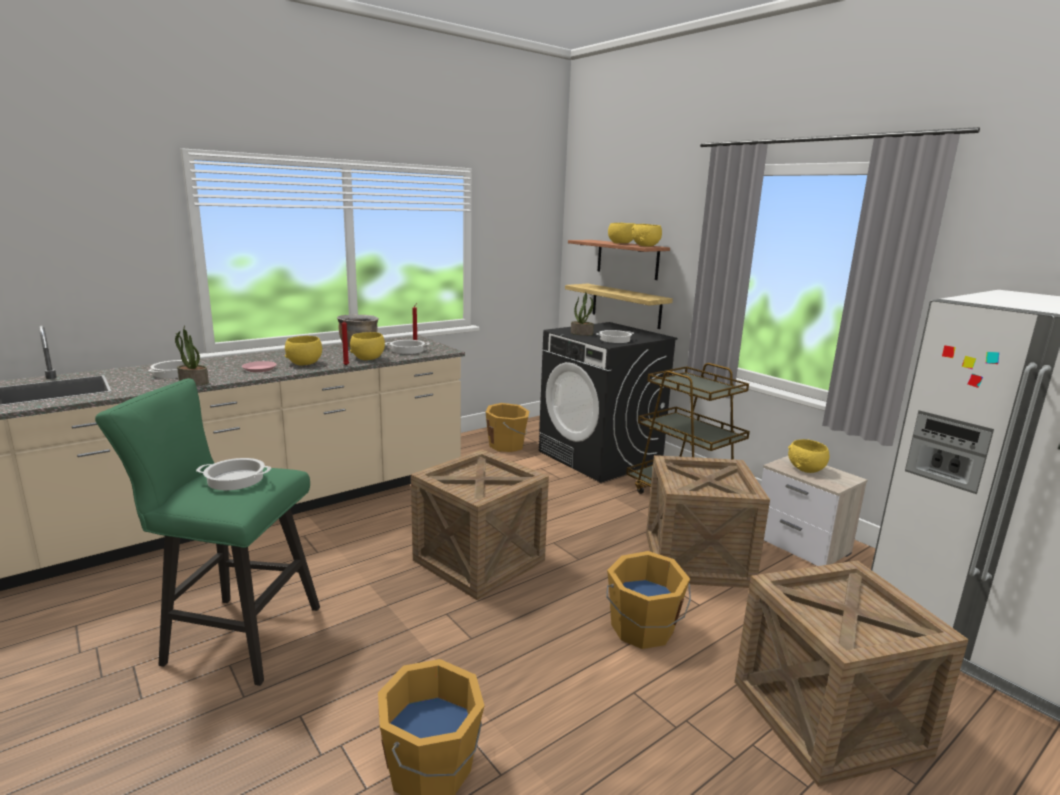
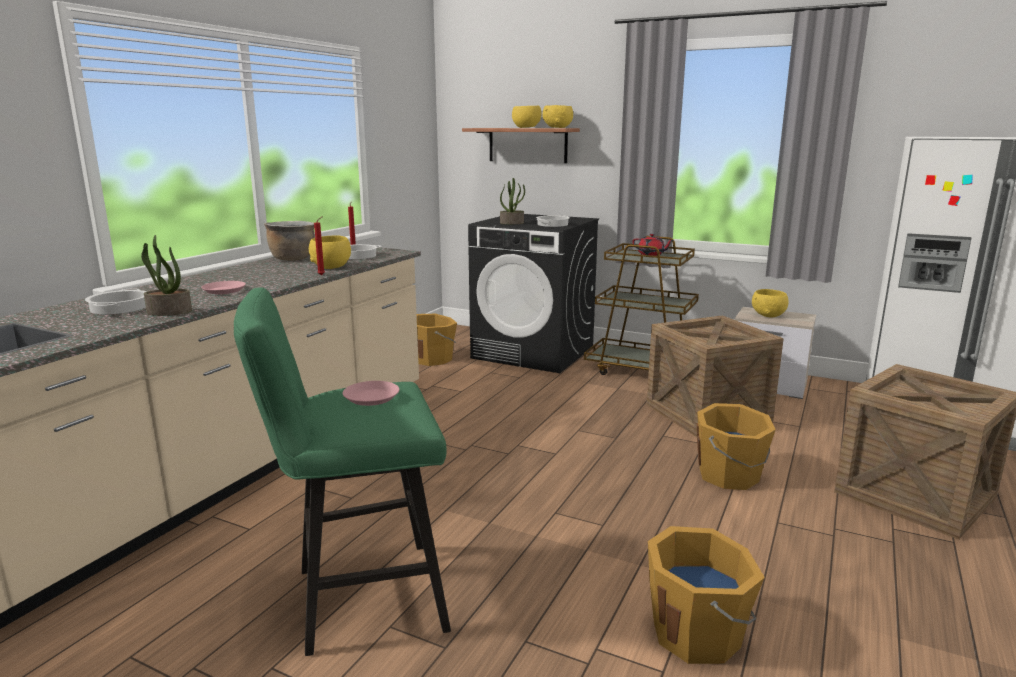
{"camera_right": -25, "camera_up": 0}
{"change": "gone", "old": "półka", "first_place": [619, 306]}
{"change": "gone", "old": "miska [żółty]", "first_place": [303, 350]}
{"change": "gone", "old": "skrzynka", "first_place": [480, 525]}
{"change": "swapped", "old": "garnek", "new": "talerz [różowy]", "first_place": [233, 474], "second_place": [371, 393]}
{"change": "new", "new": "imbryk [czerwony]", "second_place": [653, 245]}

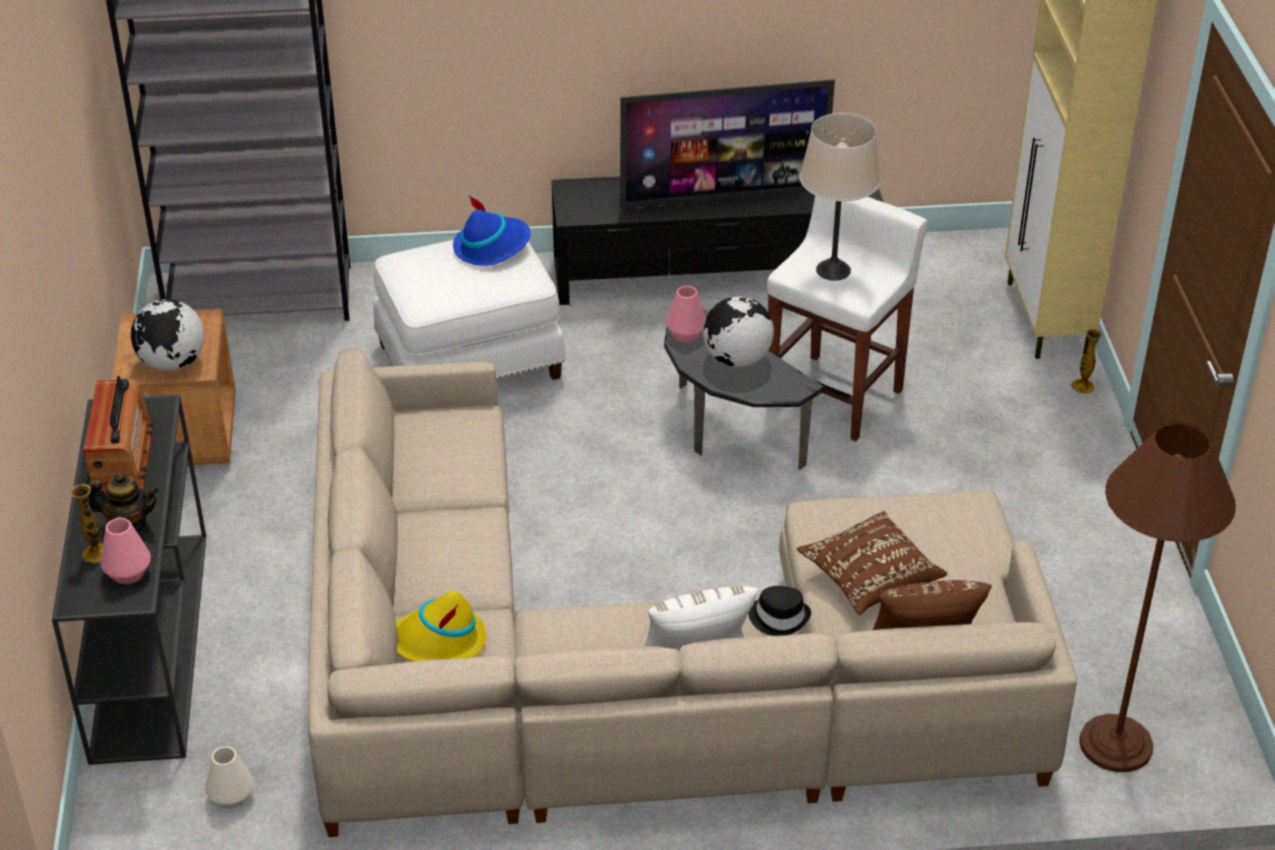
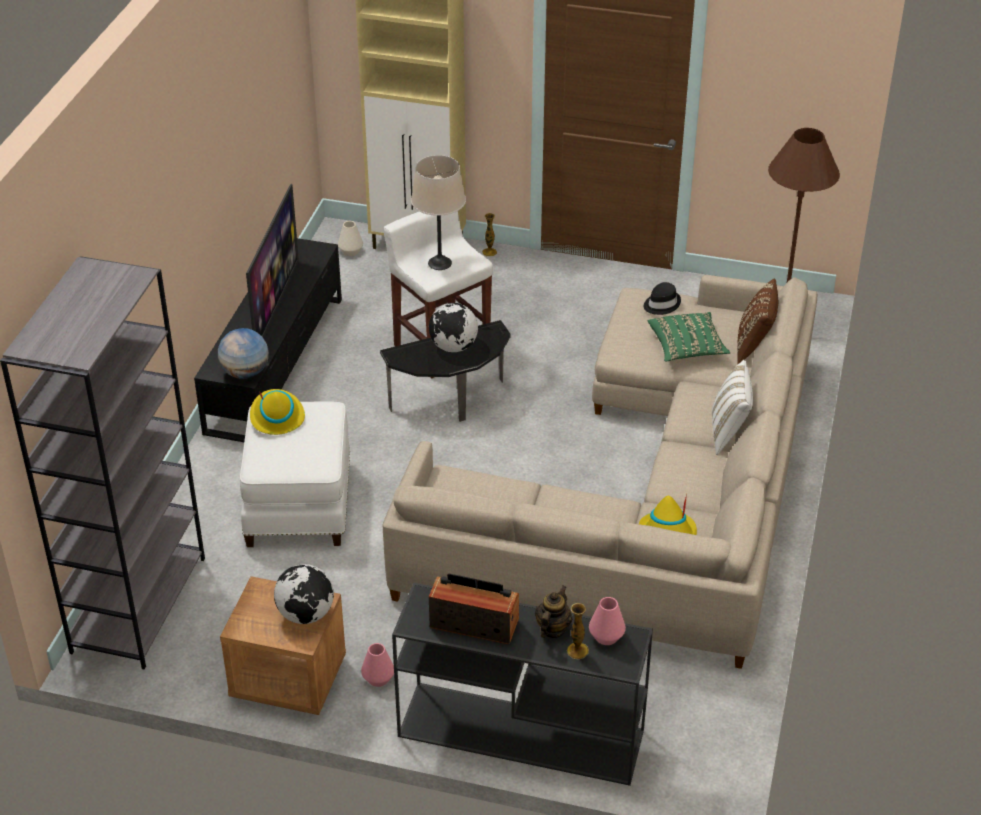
{"camera_right": -70, "camera_up": 0}
{"change": "repainted", "old": "kapelusz [niebieski]", "new": "kapelusz [żółty]", "first_place": [491, 230], "second_place": [277, 412]}
{"change": "shifted", "old": "wazon [różowy]", "first_place": [686, 314], "second_place": [377, 665]}
{"change": "repainted", "old": "poduszka [brązowy]", "new": "poduszka [zielony]", "first_place": [872, 563], "second_place": [689, 337]}
{"change": "shifted", "old": "kapelusz [czarny]", "first_place": [779, 611], "second_place": [662, 298]}
{"change": "shifted", "old": "wazon [biały]", "first_place": [229, 777], "second_place": [350, 238]}
{"change": "new", "new": "globus", "second_place": [243, 353]}

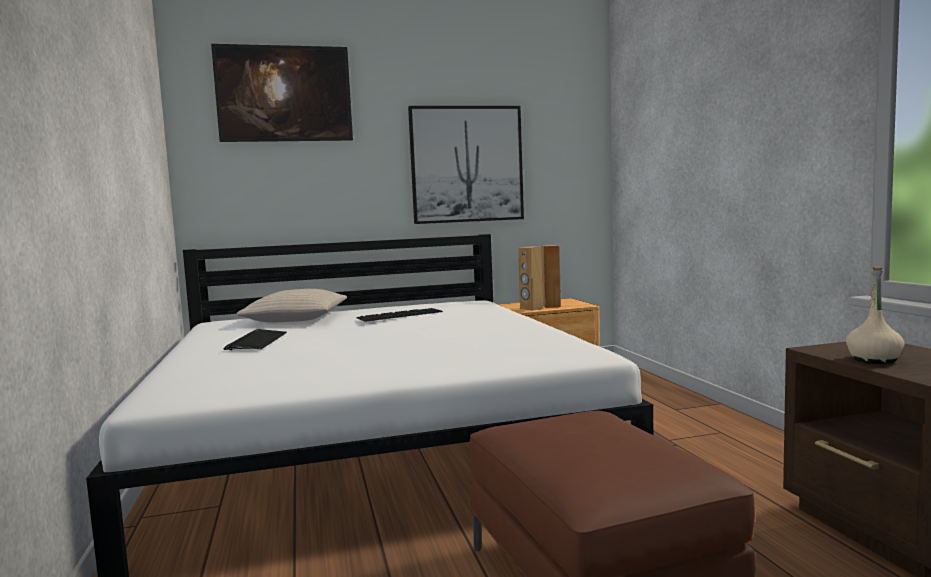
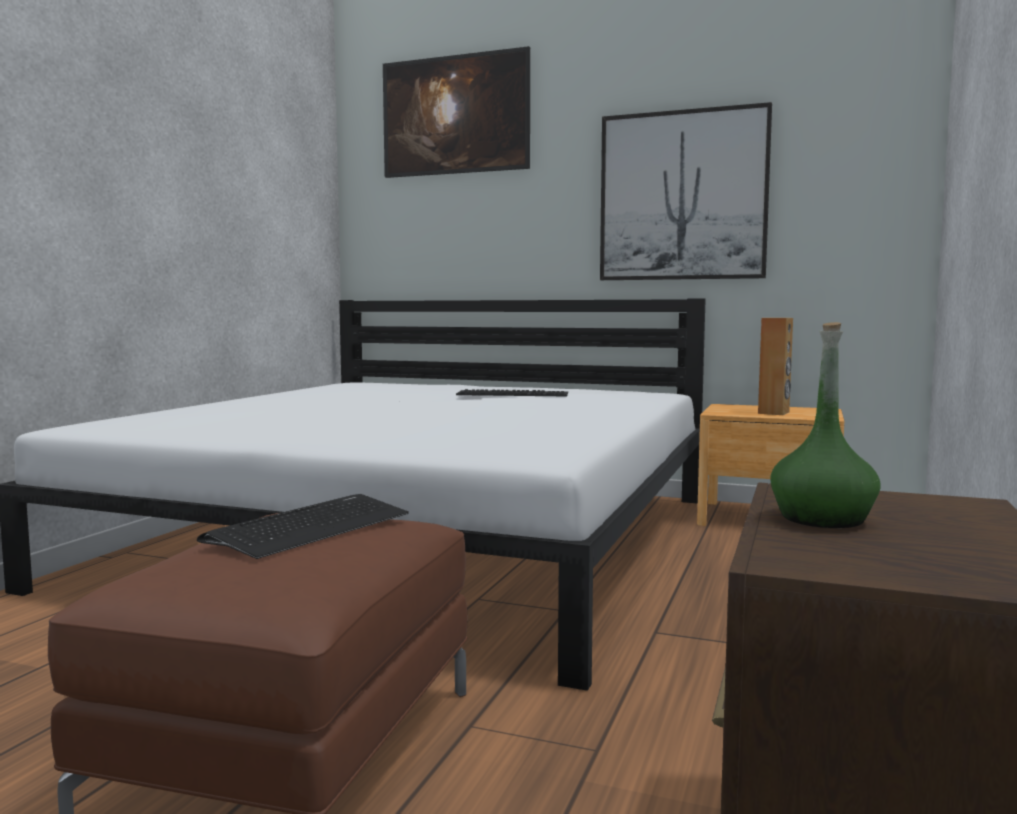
{"camera_right": 35, "camera_up": 0}
{"change": "gone", "old": "głośnik [brązowy]", "first_place": [530, 278]}
{"change": "repainted", "old": "butelka [beżowy]", "new": "butelka [zielony]", "first_place": [875, 315], "second_place": [825, 425]}
{"change": "gone", "old": "poduszka [beżowy]", "first_place": [291, 305]}
{"change": "shifted", "old": "klawiatura", "first_place": [255, 339], "second_place": [303, 526]}

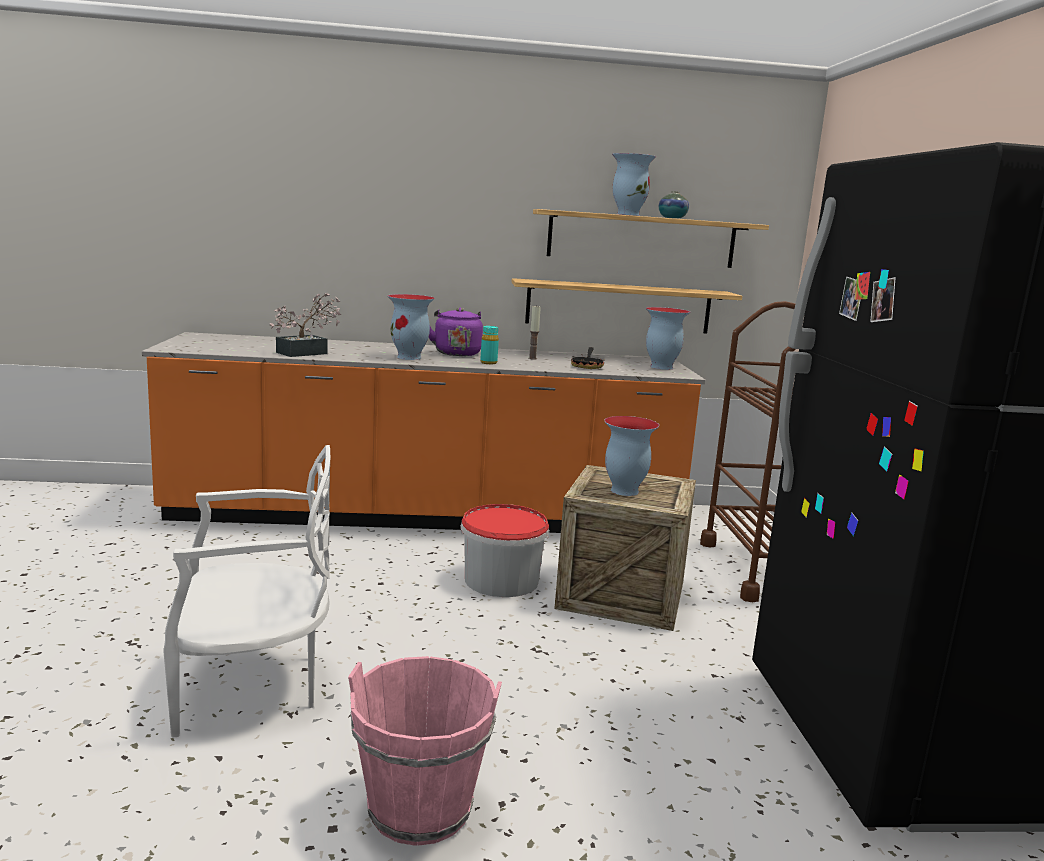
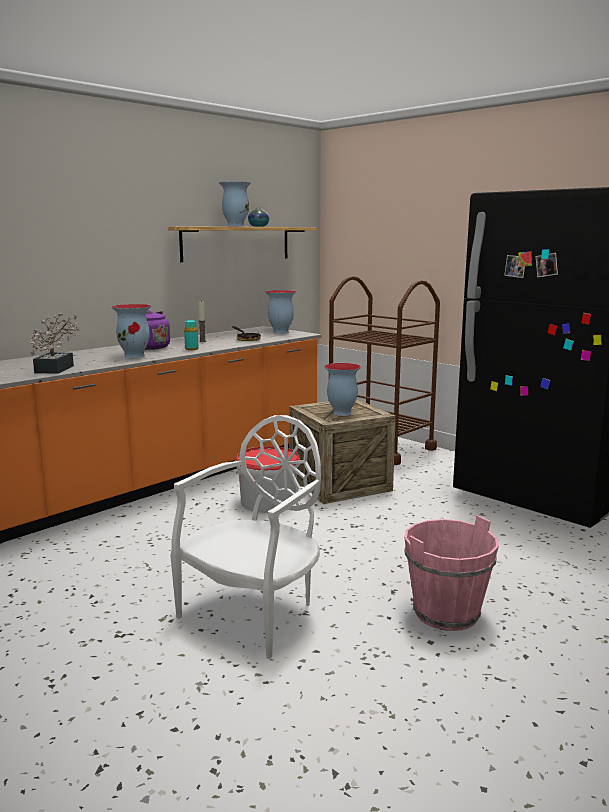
{"camera_right": -40, "camera_up": 0}
{"change": "gone", "old": "półka", "first_place": [626, 305]}

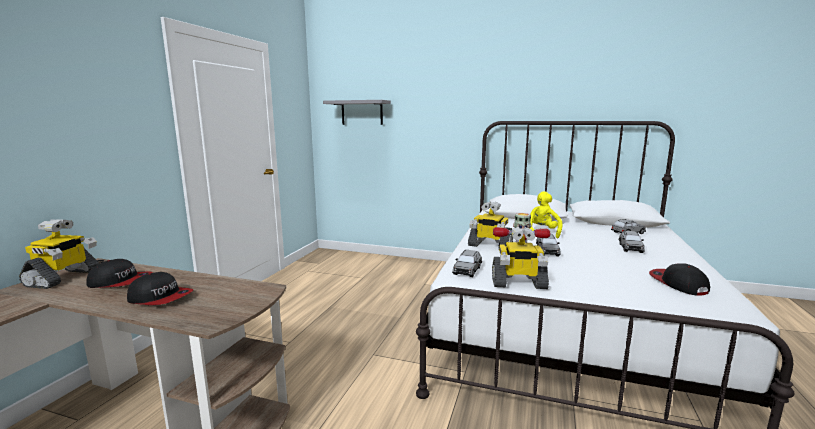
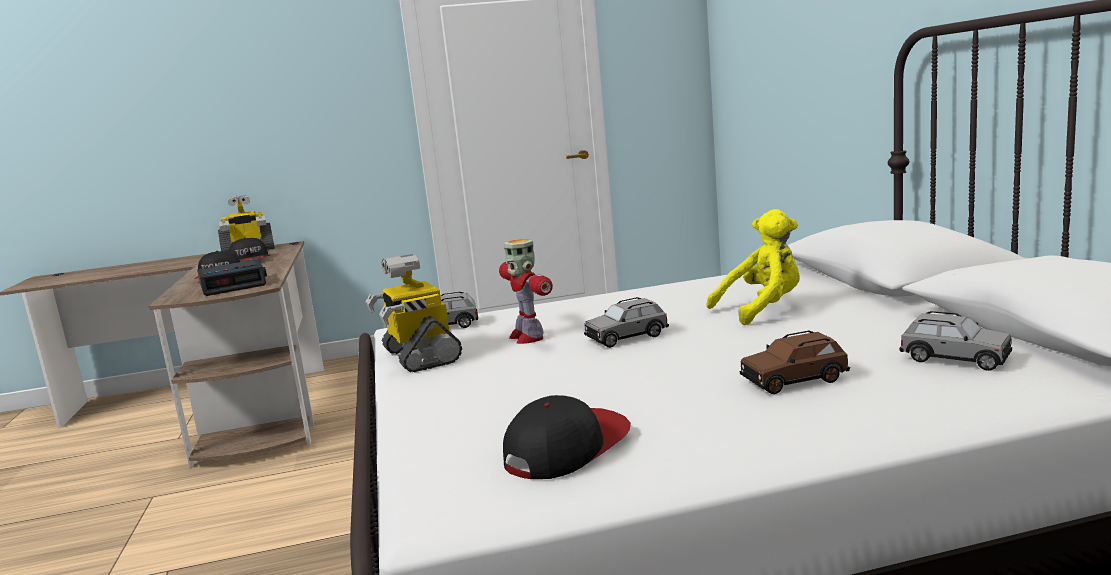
{"camera_right": 60, "camera_up": 0}
{"change": "gone", "old": "półka [szary]", "first_place": [357, 112]}
{"change": "gone", "old": "robot zabawkowy", "first_place": [490, 225]}
{"change": "repainted", "old": "samochodzik [szary]", "new": "samochodzik [brązowy]", "first_place": [632, 242], "second_place": [795, 362]}
{"change": "new", "new": "budzik", "second_place": [232, 277]}

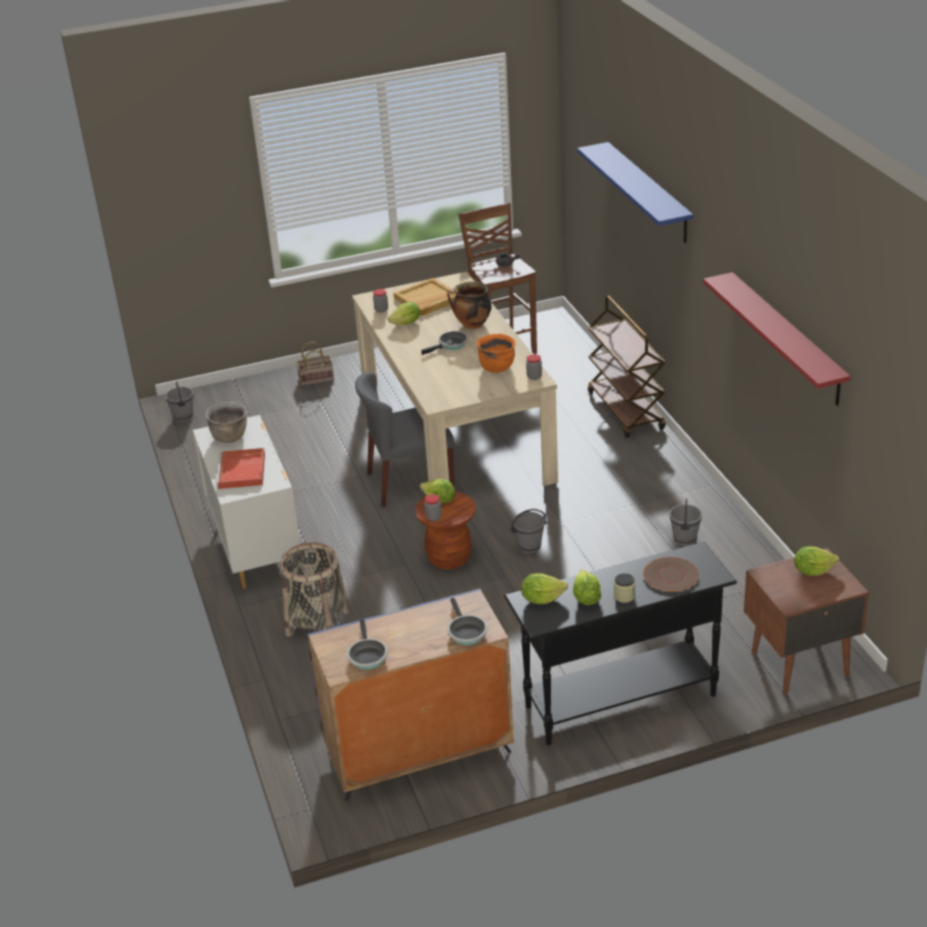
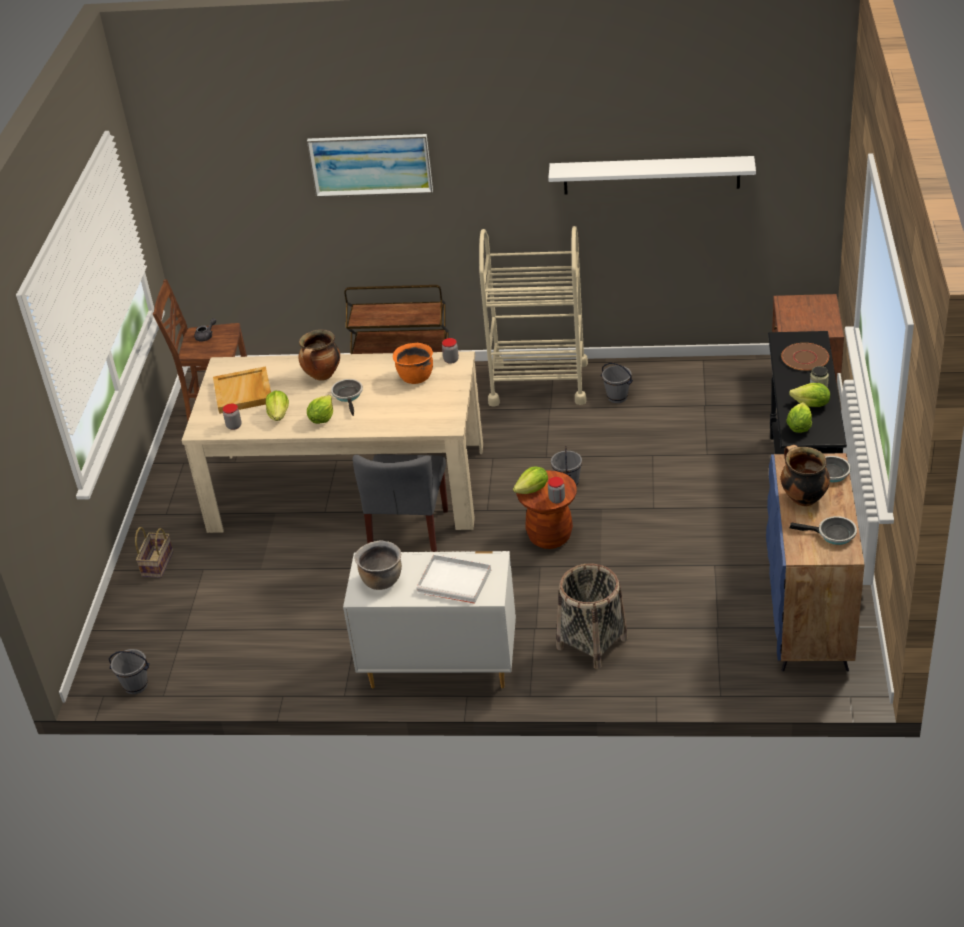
{"camera_right": -65, "camera_up": 5}
{"change": "swapped", "old": "półka [niebieski]", "new": "obraz", "first_place": [635, 192], "second_place": [370, 165]}
{"change": "repainted", "old": "półka [czerwony]", "new": "półka [biały]", "first_place": [777, 339], "second_place": [652, 175]}
{"change": "repainted", "old": "taca [czerwony]", "new": "taca [biały]", "first_place": [240, 468], "second_place": [453, 579]}
{"change": "shifted", "old": "sałata", "first_place": [816, 561], "second_place": [320, 409]}
{"change": "new", "new": "wózek [beżowy]", "second_place": [533, 316]}
{"change": "new", "new": "garnek", "second_place": [805, 475]}

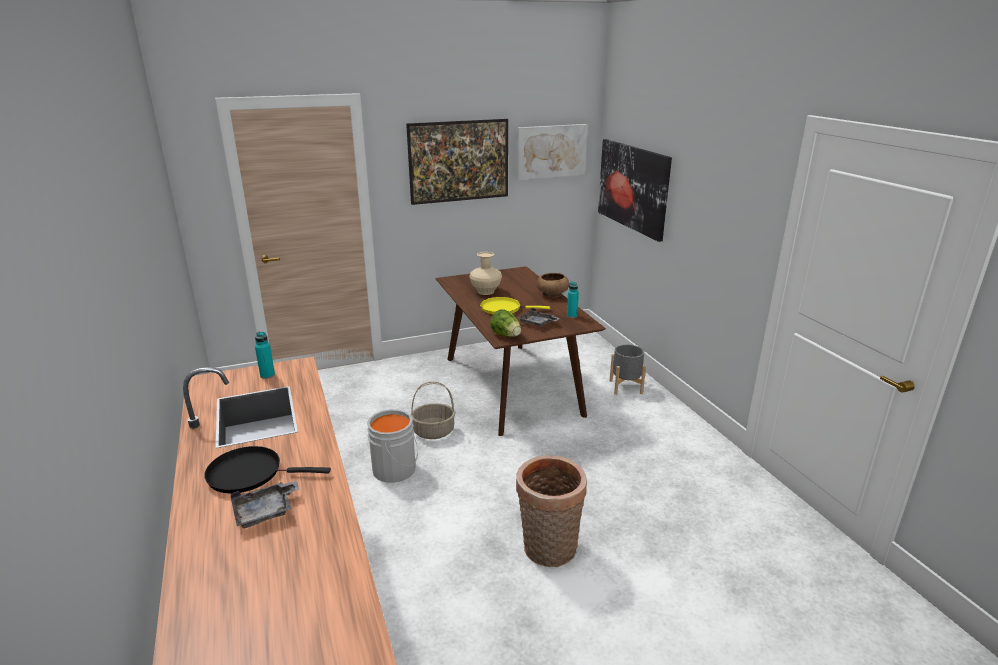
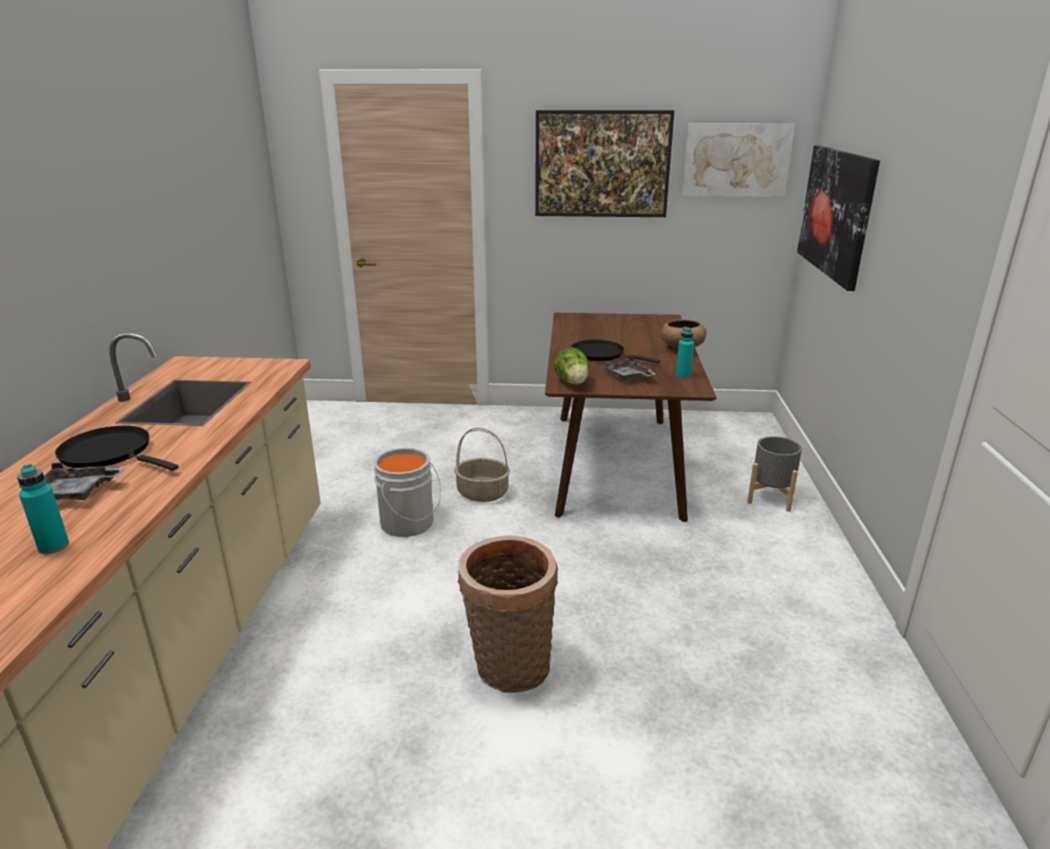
{"camera_right": 25, "camera_up": 0}
{"change": "gone", "old": "wazon [beżowy]", "first_place": [486, 273]}
{"change": "repainted", "old": "patelnia [żółty]", "new": "patelnia [czarny]", "first_place": [515, 305], "second_place": [615, 351]}
{"change": "shifted", "old": "butelka [turkusowy]", "first_place": [265, 355], "second_place": [43, 509]}

